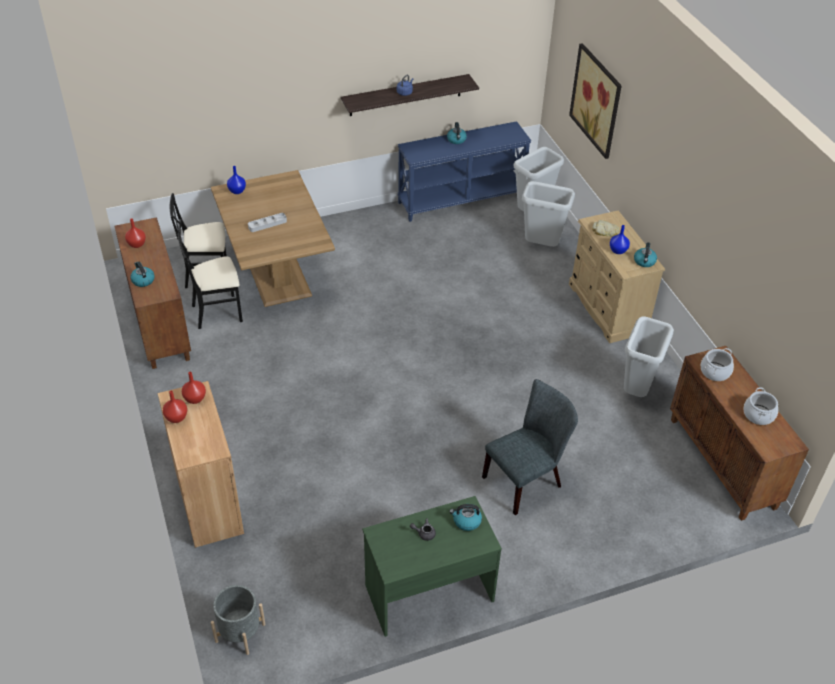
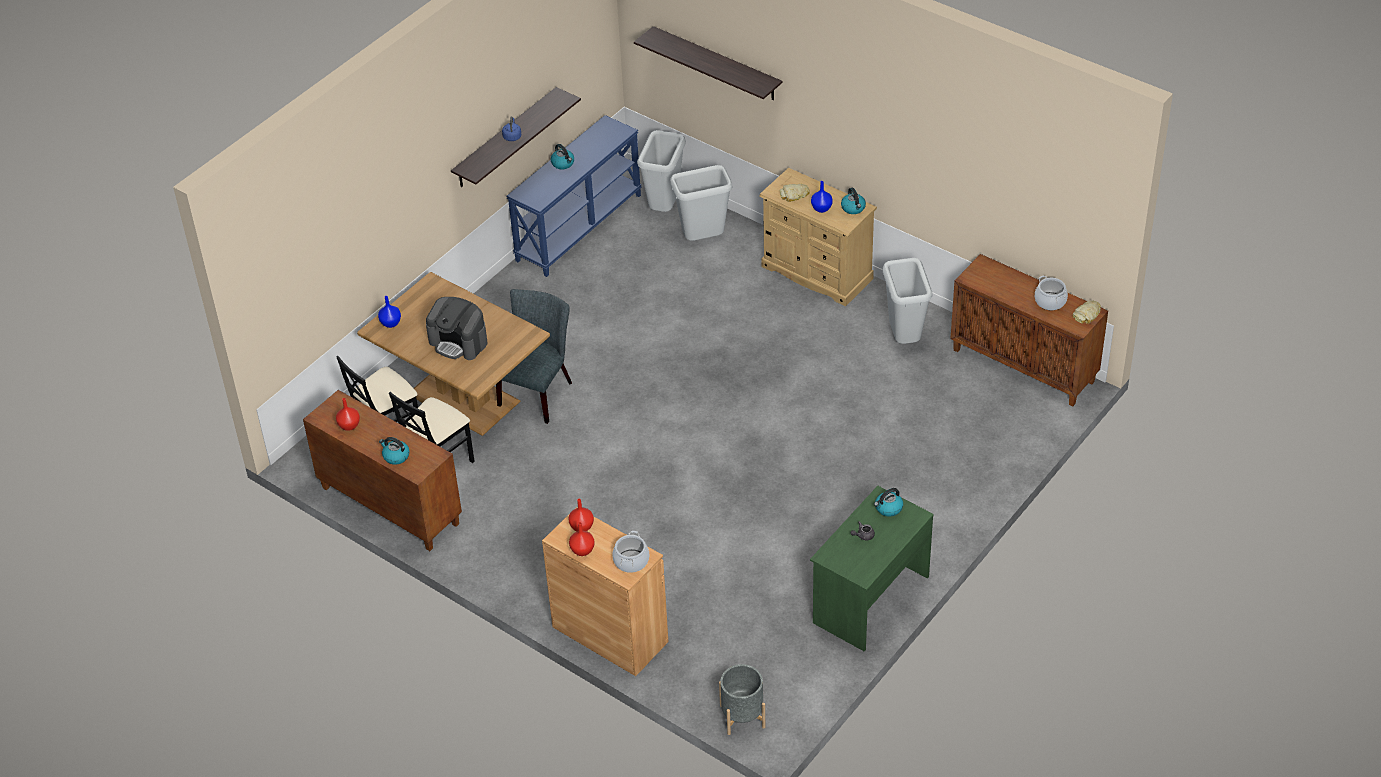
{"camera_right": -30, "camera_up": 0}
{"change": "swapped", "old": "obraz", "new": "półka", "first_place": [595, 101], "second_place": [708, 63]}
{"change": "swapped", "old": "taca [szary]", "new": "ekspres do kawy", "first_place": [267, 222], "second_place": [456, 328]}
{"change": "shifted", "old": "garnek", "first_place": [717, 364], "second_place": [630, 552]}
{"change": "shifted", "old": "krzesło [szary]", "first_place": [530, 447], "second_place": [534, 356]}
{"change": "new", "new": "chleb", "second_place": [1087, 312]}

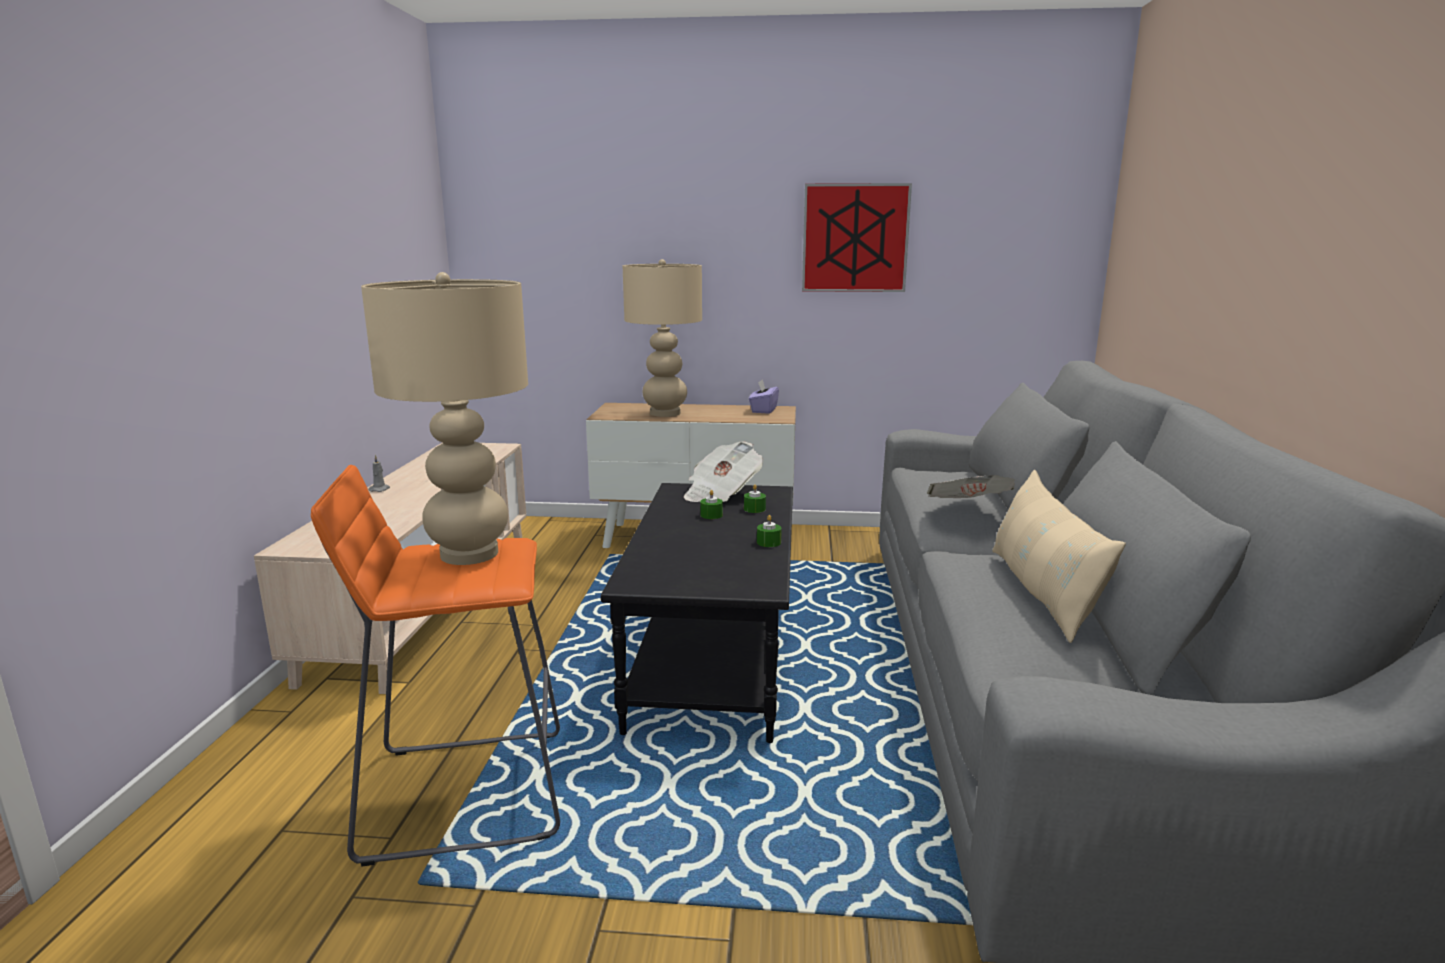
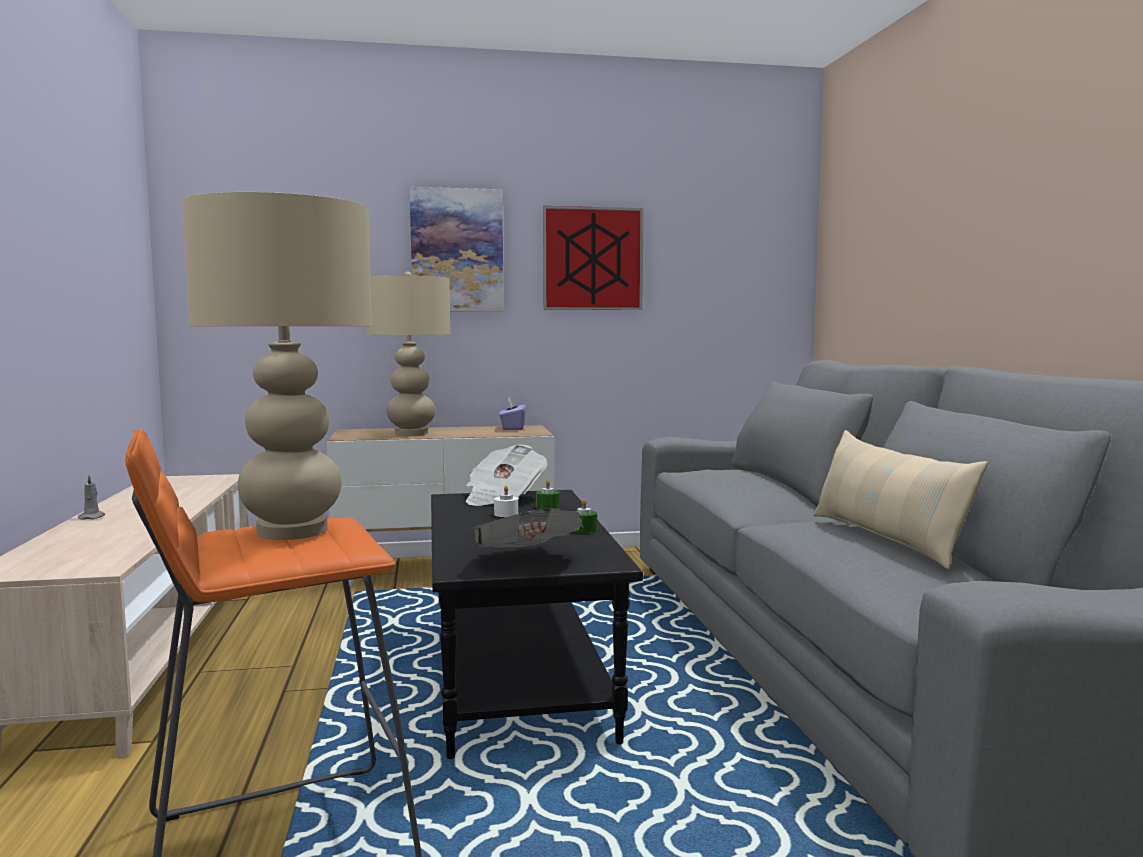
{"camera_right": -15, "camera_up": -10}
{"change": "shifted", "old": "gazeta", "first_place": [971, 486], "second_place": [528, 528]}
{"change": "repainted", "old": "świeca [zielony]", "new": "świeca [biały]", "first_place": [711, 504], "second_place": [506, 501]}
{"change": "new", "new": "obraz", "second_place": [457, 249]}

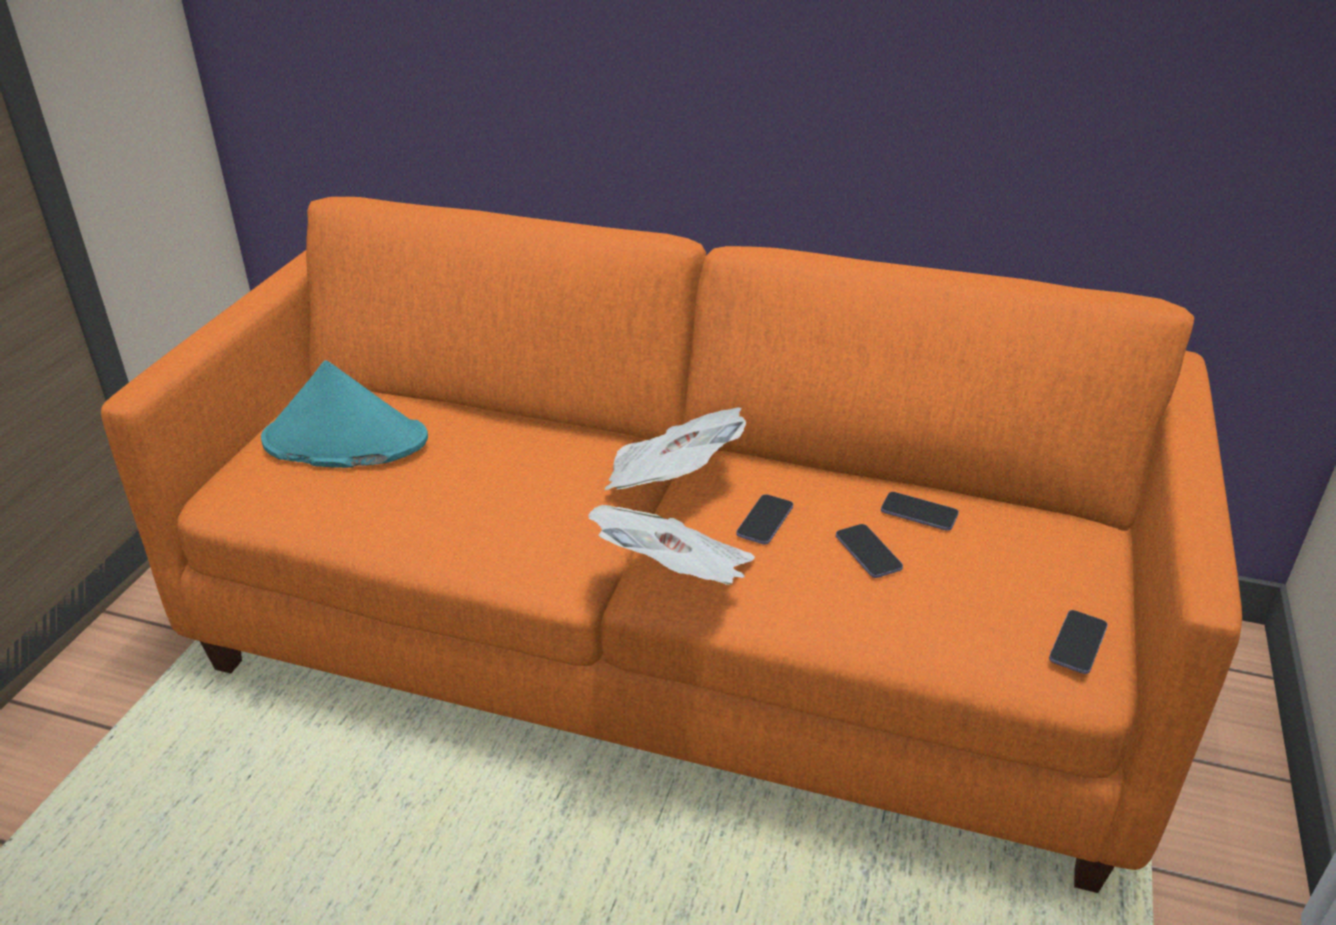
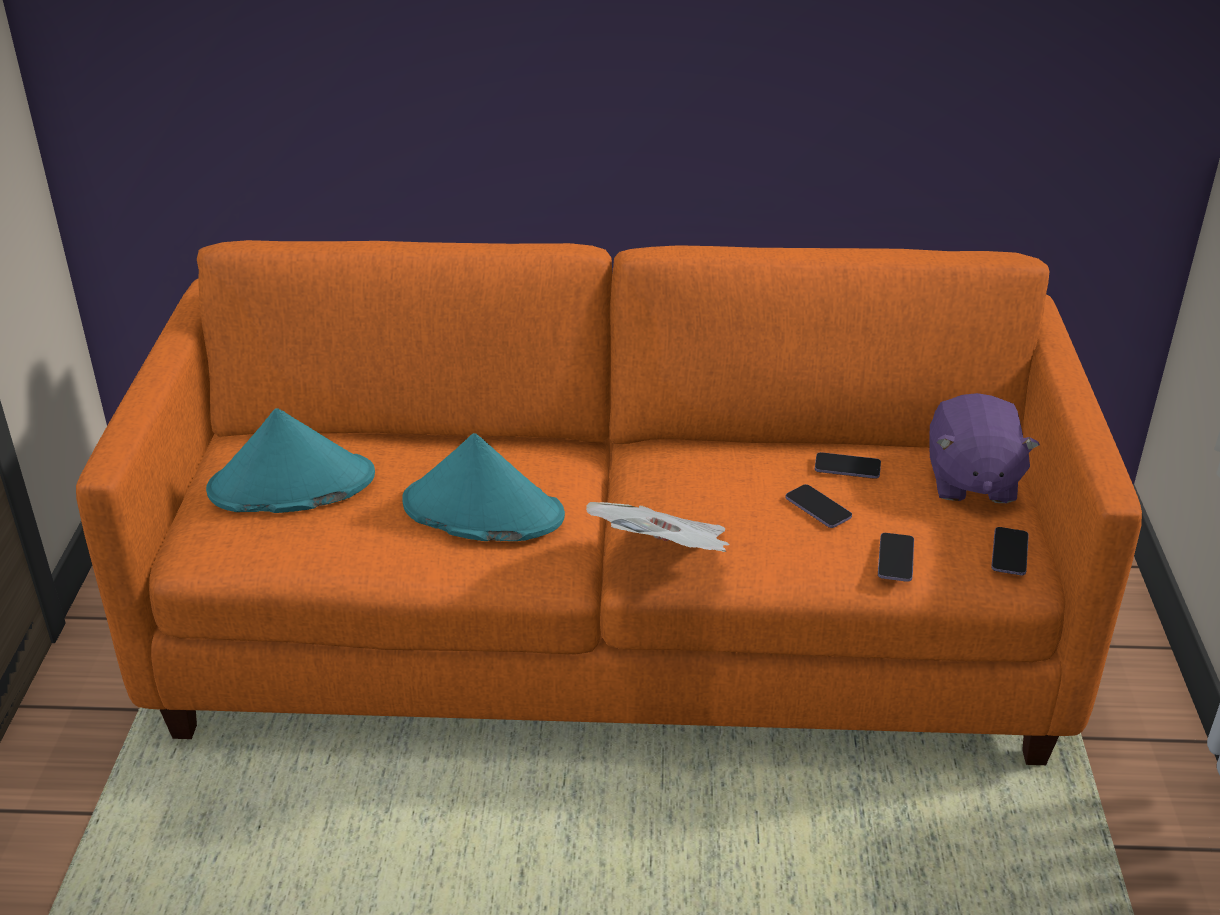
{"camera_right": -15, "camera_up": 0}
{"change": "gone", "old": "gazeta", "first_place": [675, 448]}
{"change": "shifted", "old": "telefon", "first_place": [764, 519], "second_place": [896, 557]}
{"change": "new", "new": "pluszak [fioletowy]", "second_place": [985, 448]}
{"change": "new", "new": "kapelusz [turkusowy]", "second_place": [483, 487]}

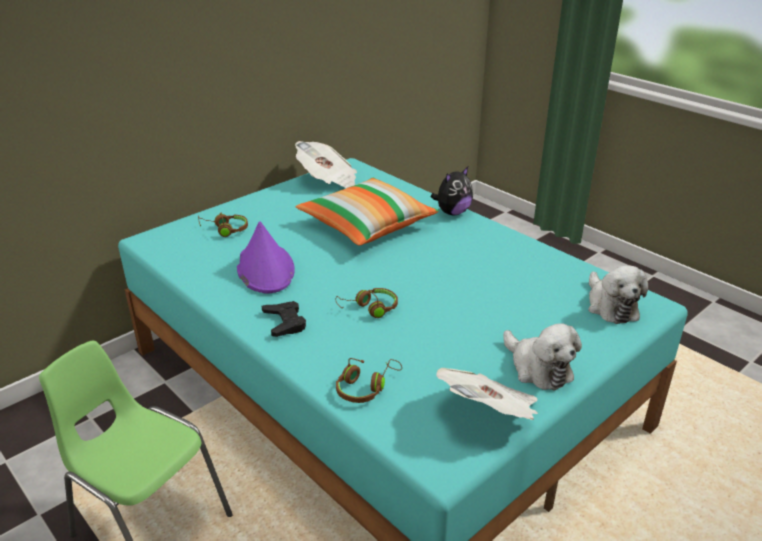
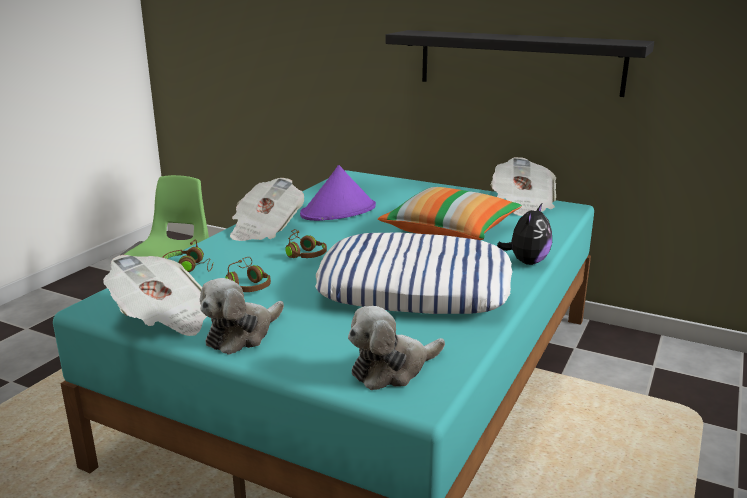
{"camera_right": 70, "camera_up": -10}
{"change": "rotated", "old": "pluszak", "first_place": [452, 191], "second_place": [524, 233], "degrees": -90}
{"change": "shifted", "old": "słuchawki [brązowy]", "first_place": [223, 225], "second_place": [248, 274]}
{"change": "swapped", "old": "pad do gier [czarny]", "new": "gazeta", "first_place": [284, 319], "second_place": [267, 209]}
{"change": "new", "new": "półka [czarny]", "second_place": [519, 63]}
{"change": "new", "new": "poduszka", "second_place": [414, 273]}

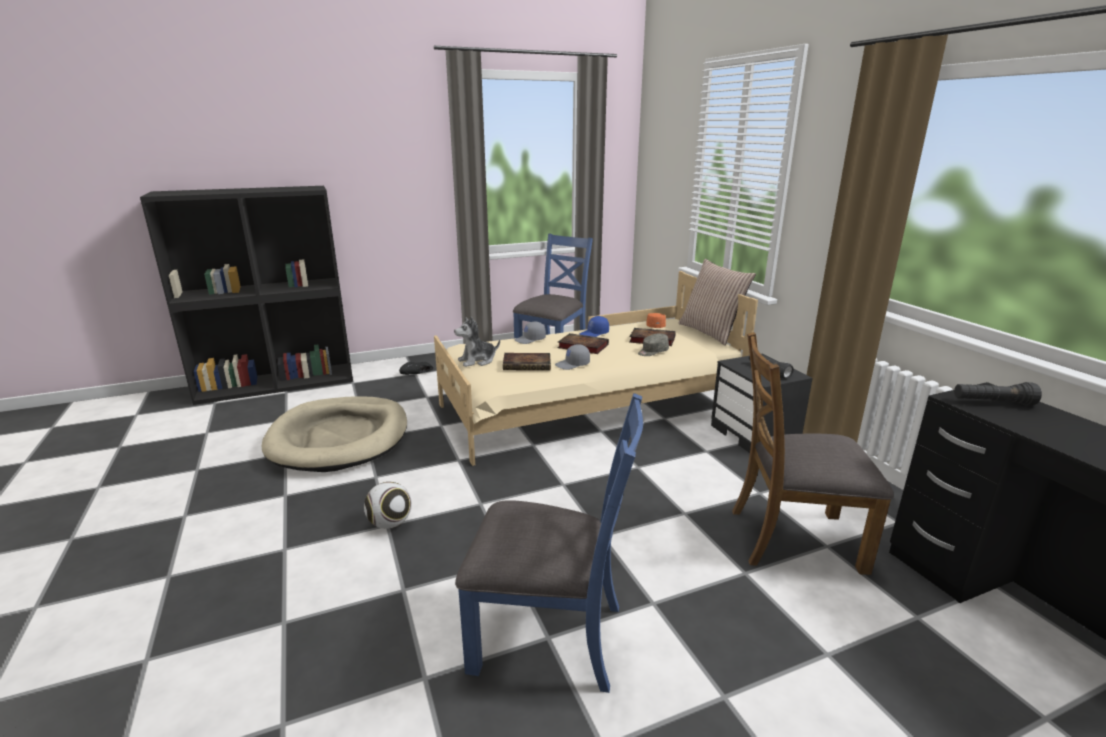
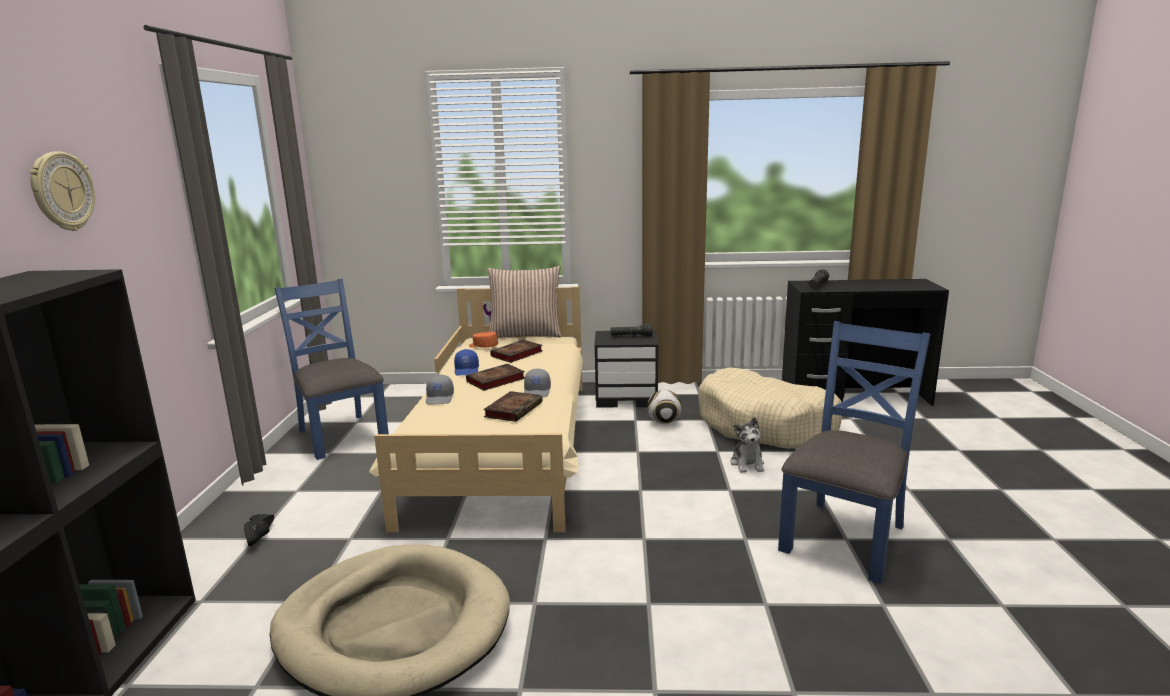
{"camera_right": -65, "camera_up": -5}
{"change": "shifted", "old": "pluszak", "first_place": [477, 341], "second_place": [747, 445]}
{"change": "swapped", "old": "krzesło [brązowy]", "new": "legowisko [beżowy]", "first_place": [813, 453], "second_place": [770, 408]}
{"change": "gone", "old": "czapka z daszkiem [szary]", "first_place": [653, 345]}
{"change": "shifted", "old": "piłka futbolowa", "first_place": [388, 505], "second_place": [664, 407]}
{"change": "new", "new": "zegar ścienny", "second_place": [62, 191]}

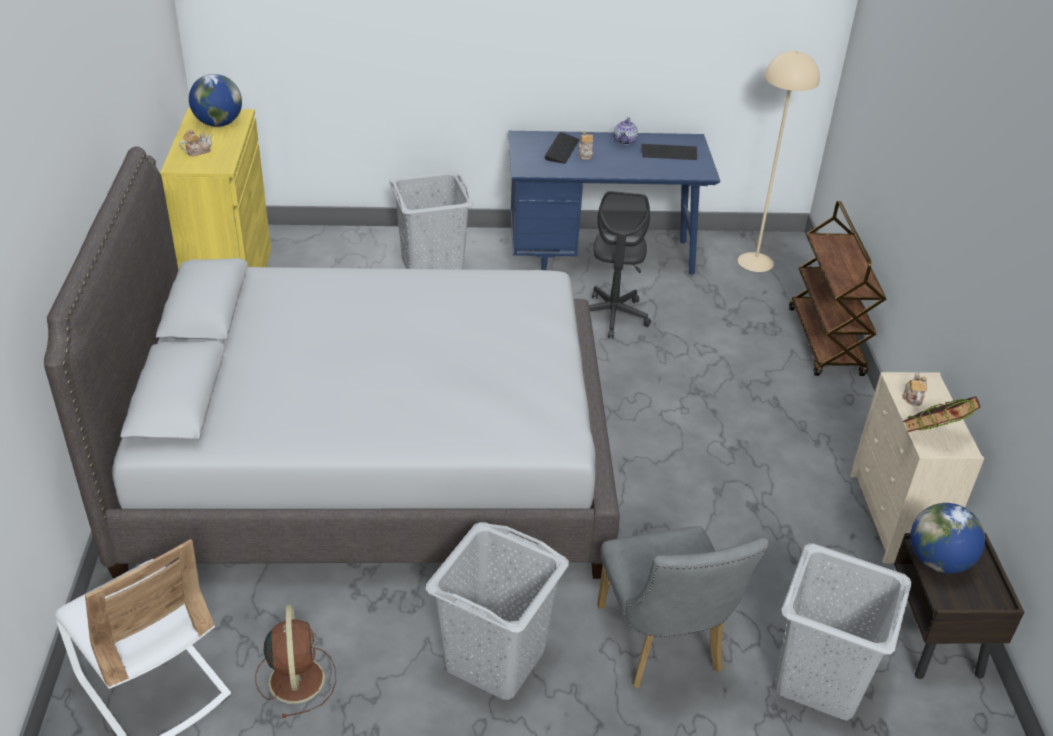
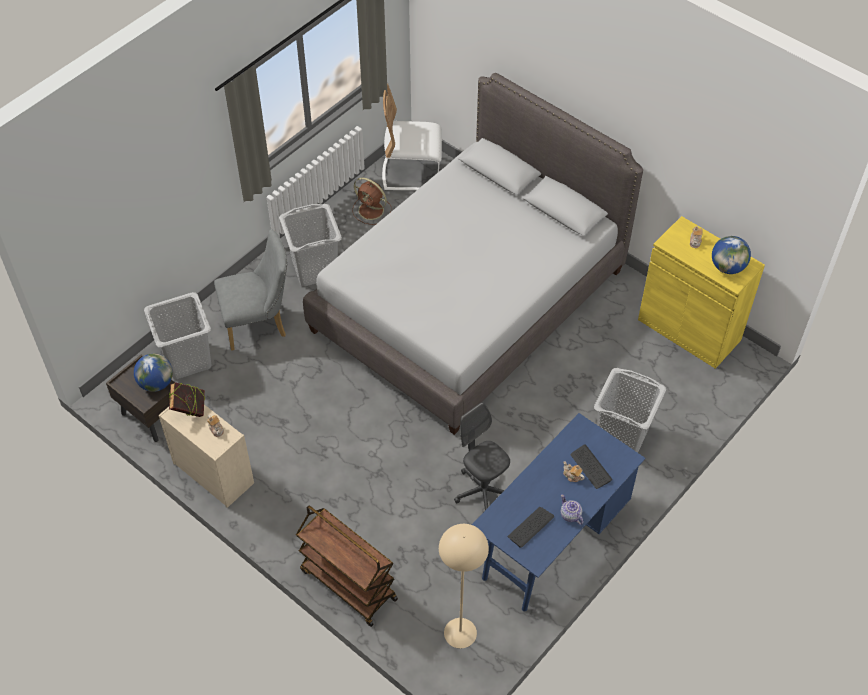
{"camera_right": 135, "camera_up": 15}
{"change": "rotated", "old": "krzesło [szary]", "first_place": [683, 607], "second_place": [250, 290], "degrees": 135}

